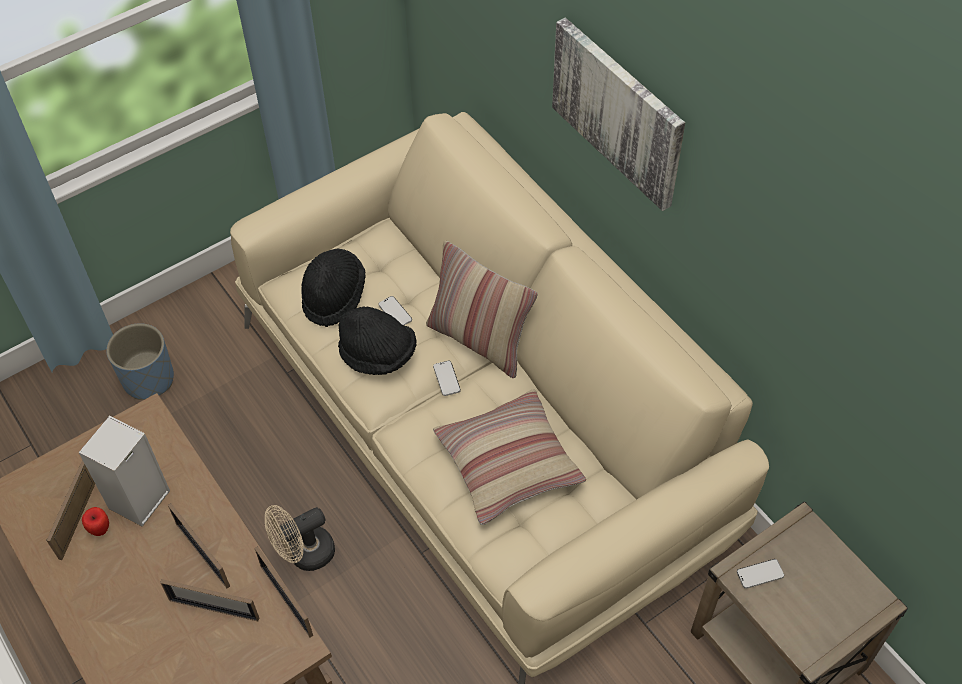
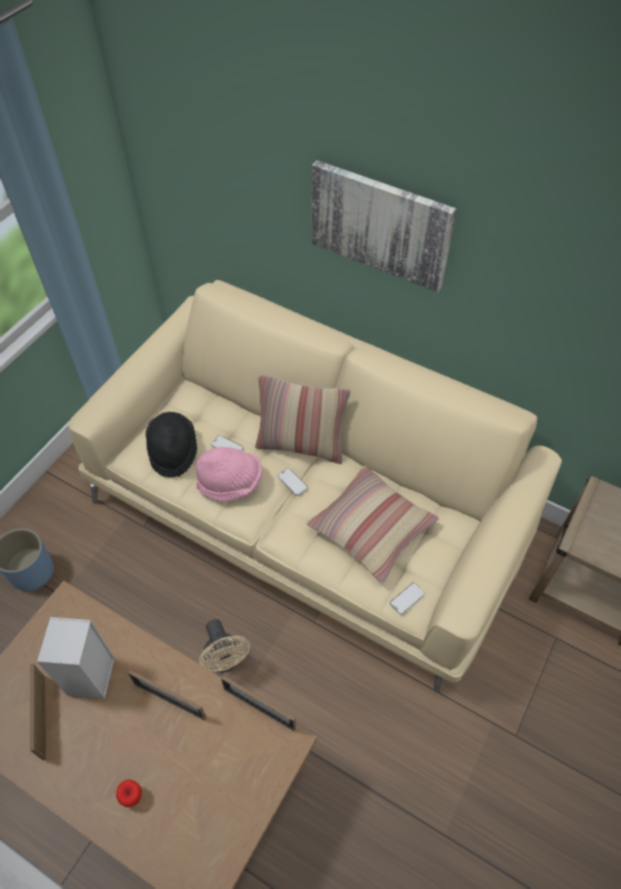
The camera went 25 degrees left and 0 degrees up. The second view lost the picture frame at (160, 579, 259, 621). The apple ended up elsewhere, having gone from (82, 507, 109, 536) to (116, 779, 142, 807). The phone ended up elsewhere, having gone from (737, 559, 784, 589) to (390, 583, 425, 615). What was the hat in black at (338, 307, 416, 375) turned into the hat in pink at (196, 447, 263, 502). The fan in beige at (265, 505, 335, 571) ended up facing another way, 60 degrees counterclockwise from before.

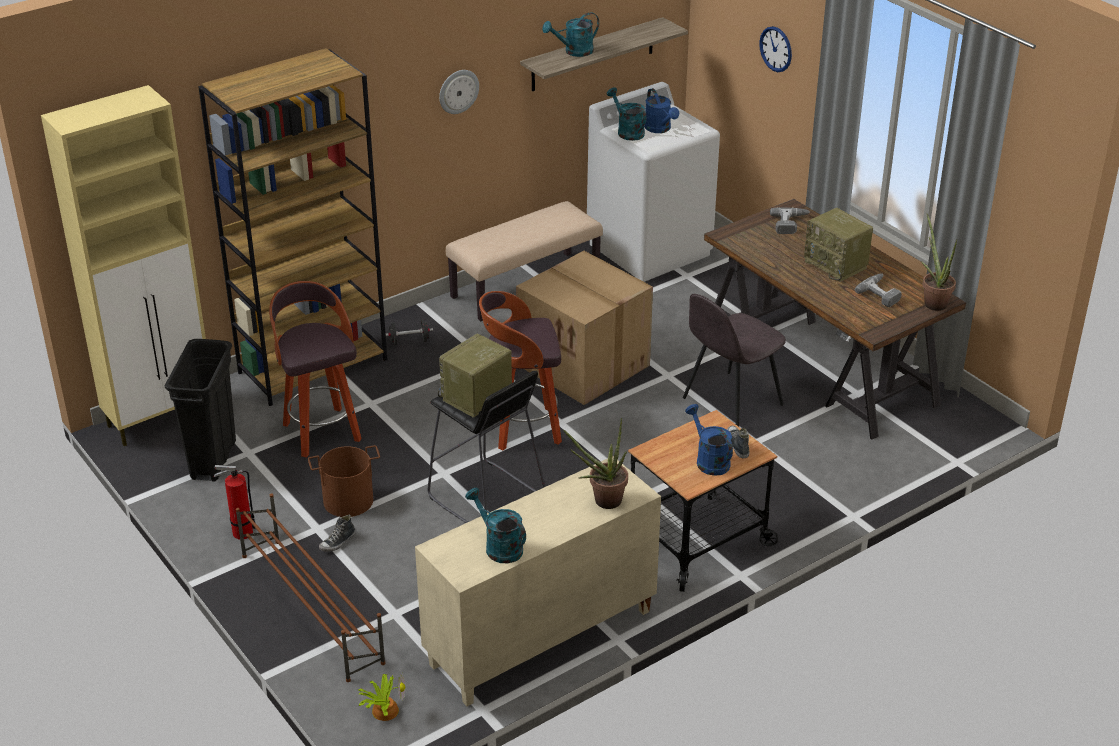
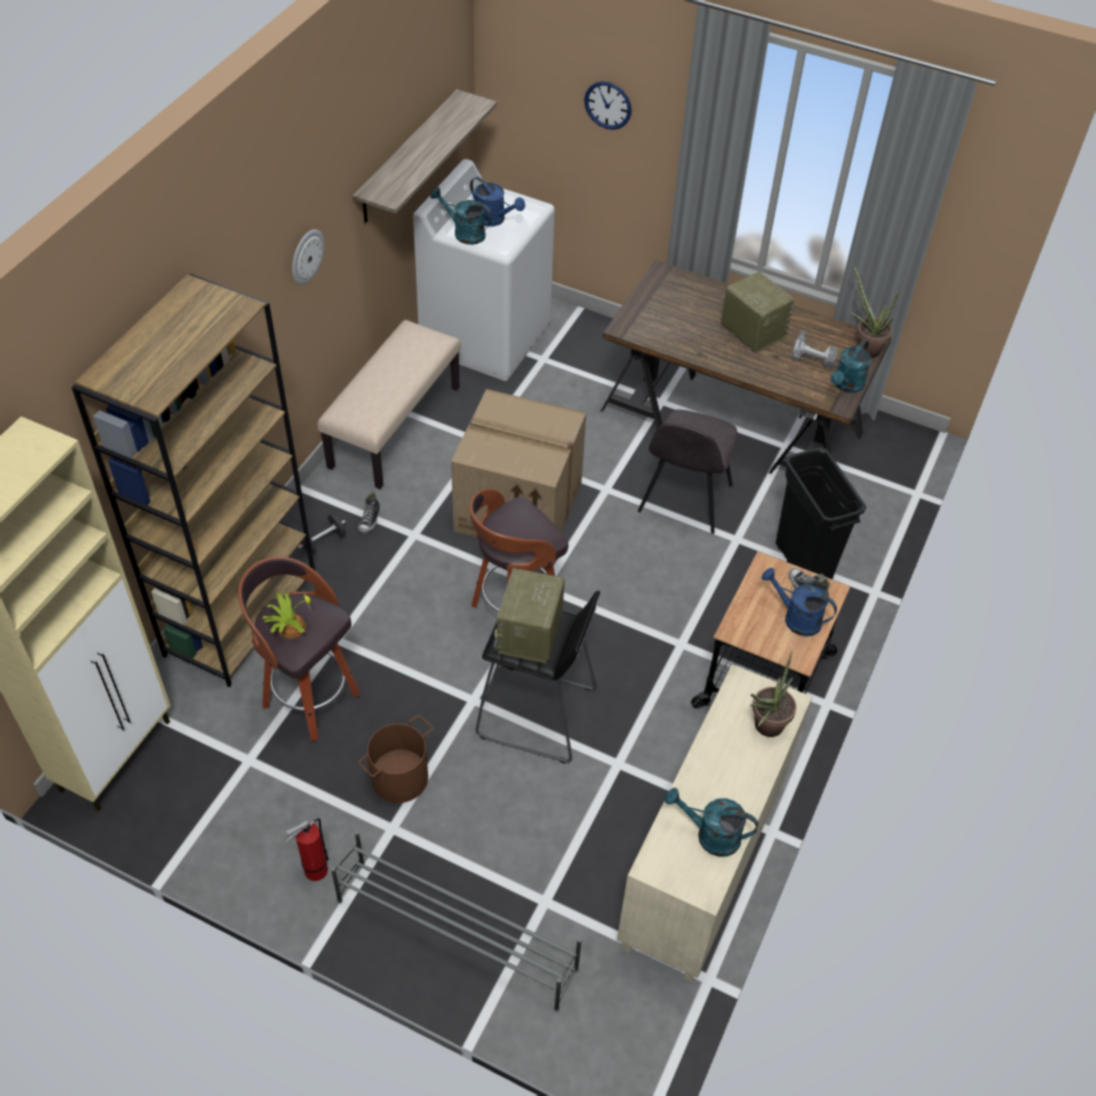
The camera went 30 degrees left and 15 degrees up. The second view lost the power drill at (770, 207, 810, 234). The trash can in black ended up elsewhere, having gone from (165, 339, 236, 482) to (776, 447, 866, 579). The shoe ended up elsewhere, having gone from (319, 515, 355, 552) to (358, 492, 380, 533). The potted plant ended up elsewhere, having gone from (358, 673, 406, 721) to (262, 590, 312, 638). The watering can in turquoise ended up elsewhere, having gone from (542, 12, 599, 57) to (830, 339, 871, 393). What was the shoe rack in brown at (236, 494, 386, 682) turned into the shoe rack in grey at (331, 830, 582, 1012). The radio at (804, 208, 873, 282) ended up facing another way, 150 degrees counterclockwise from before.

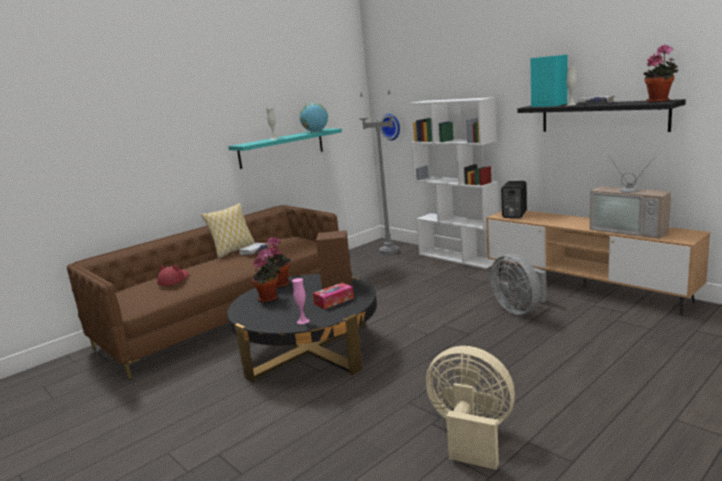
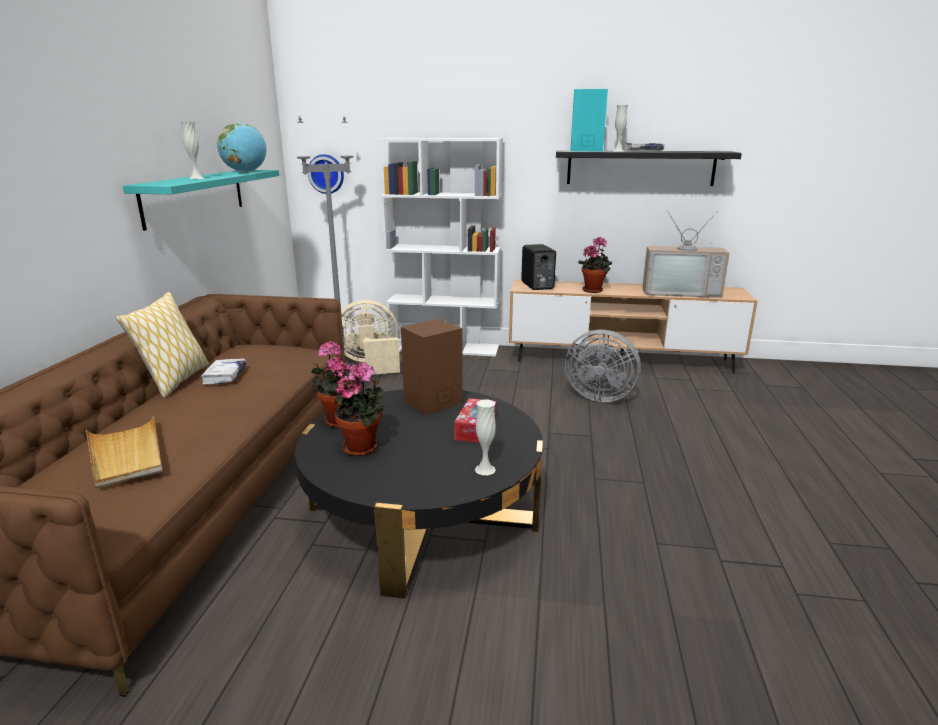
The camera went 40 degrees left and 5 degrees up. The fan in beige ended up elsewhere, having gone from (426, 346, 515, 470) to (341, 300, 400, 375). The potted plant ended up elsewhere, having gone from (643, 45, 678, 103) to (578, 237, 612, 293). Where the hat in red stood at (157, 264, 189, 286), the tray in beige came to stand at (86, 416, 163, 488). What was the vase in pink at (292, 278, 309, 324) turned into the vase in white at (475, 399, 496, 475).

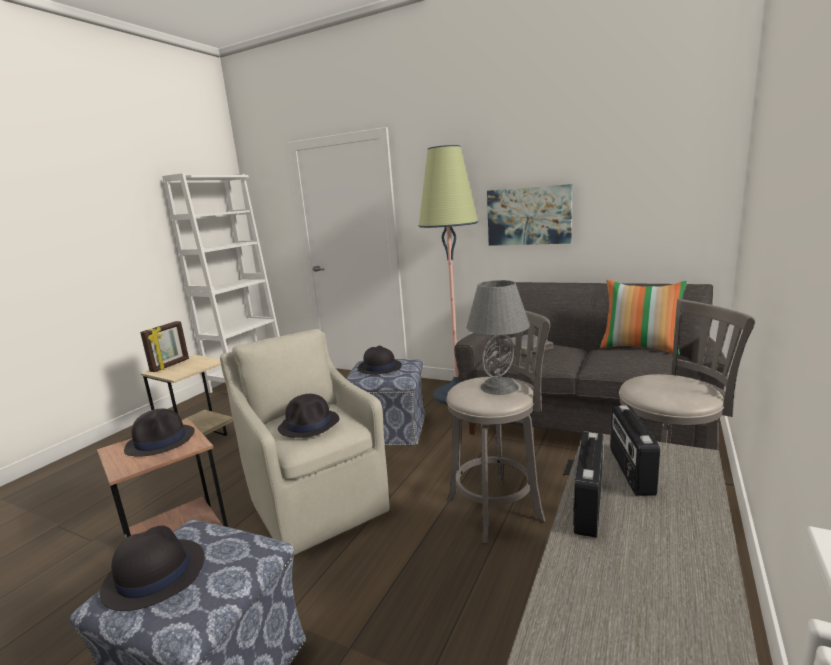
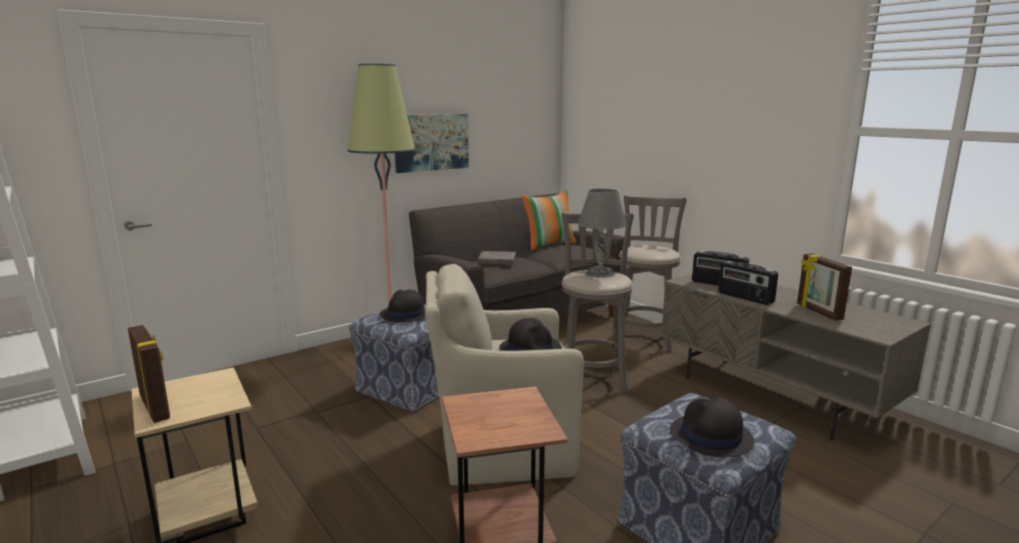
The camera went 65 degrees left and 0 degrees up. The second view lost the hat in black at (124, 409, 195, 457). The second view gained the picture frame at (797, 253, 852, 321).

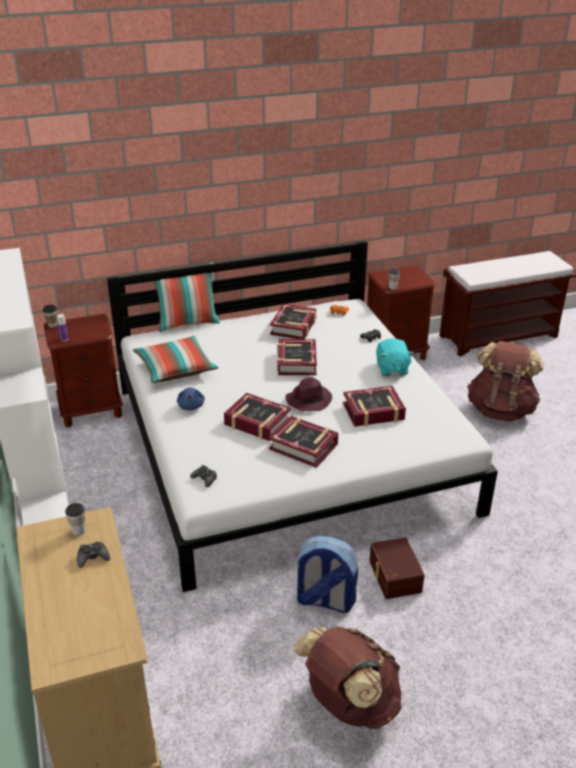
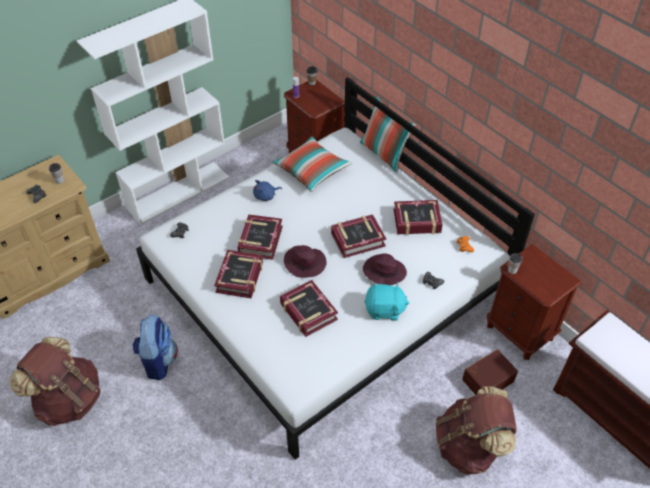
The camera went 70 degrees right and 15 degrees up. The second view gained the hat in purple at (363, 253, 407, 285). The storage box in brown ended up elsewhere, having gone from (369, 537, 425, 599) to (462, 349, 518, 395). The plush toy in turquoise at (376, 338, 414, 376) ended up facing another way, 150 degrees counterclockwise from before.

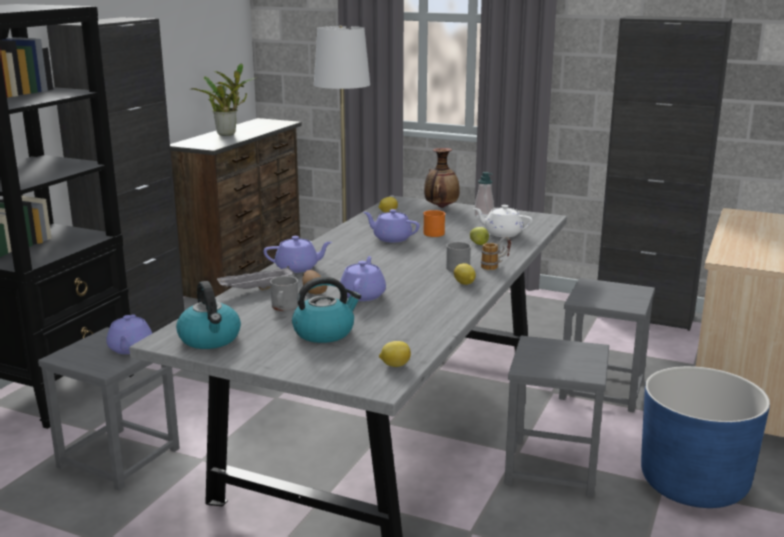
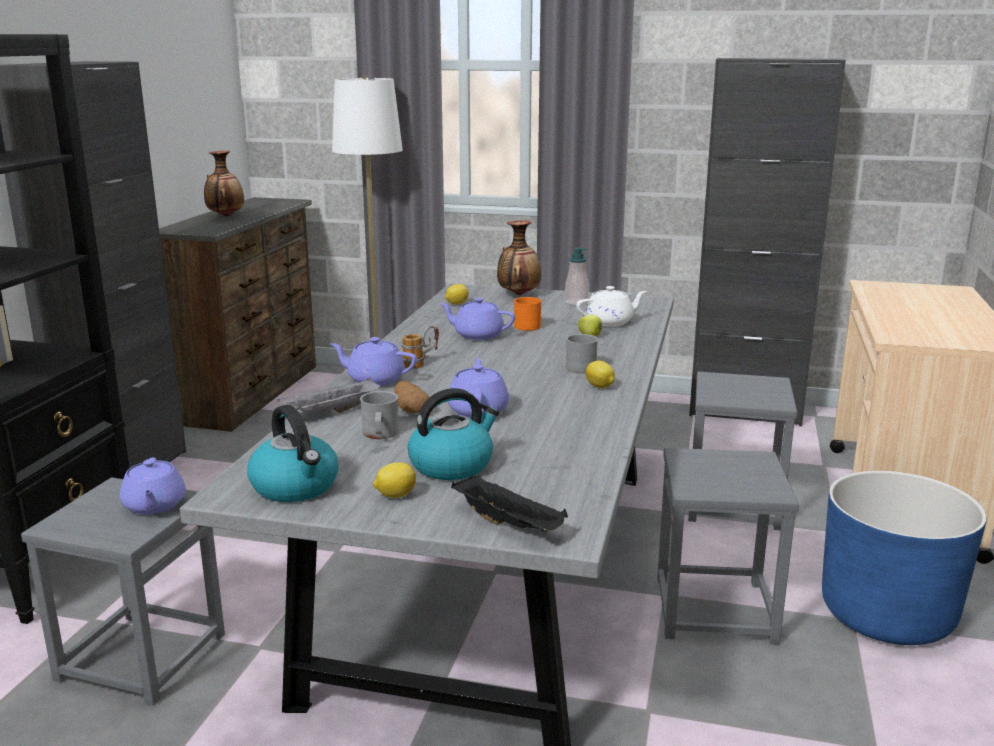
The camera went 10 degrees left and 0 degrees up. The second view gained the tray in black at (451, 476, 568, 532). The lemon ended up elsewhere, having gone from (379, 341, 411, 367) to (373, 462, 416, 498). The mug ended up elsewhere, having gone from (481, 237, 511, 270) to (402, 325, 439, 369). Where the potted plant stood at (191, 63, 257, 136), the vase came to stand at (204, 151, 244, 216). The teapot in purple at (264, 236, 332, 273) ended up facing another way, 150 degrees counterclockwise from before. The teapot in white at (474, 205, 533, 237) ended up facing another way, 150 degrees clockwise from before.

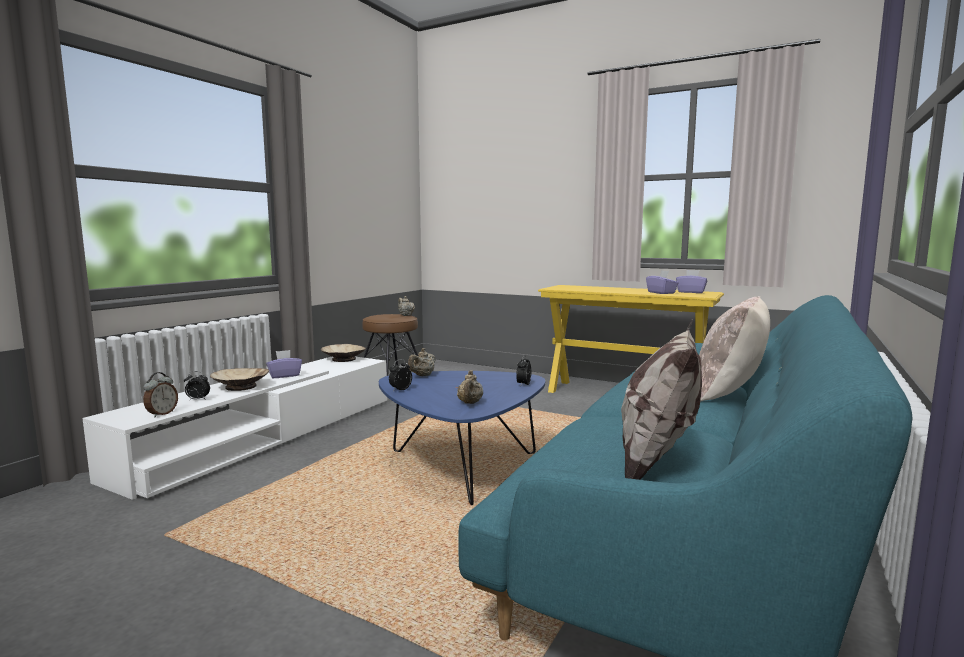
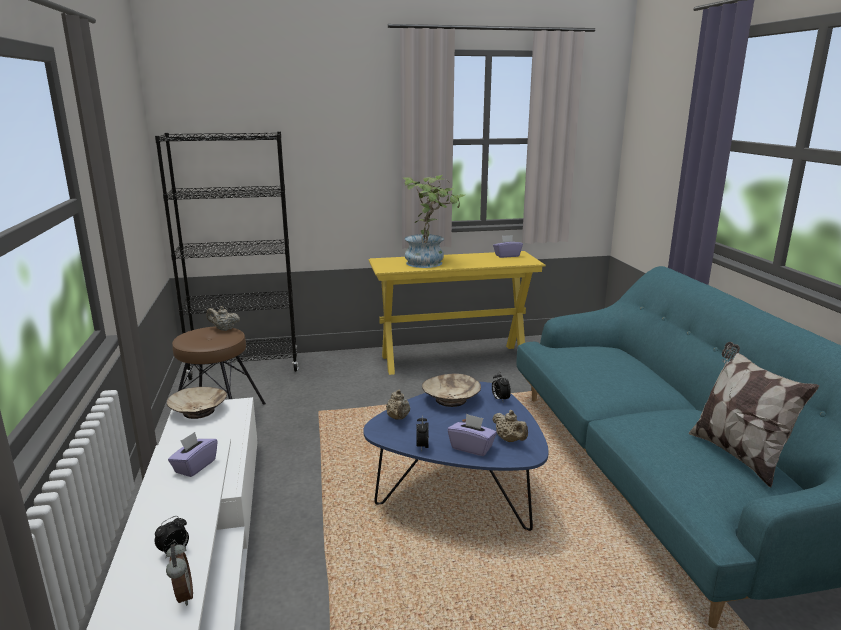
The camera went 40 degrees left and 10 degrees up. The second view lost the pillow in beige at (699, 296, 770, 402). The second view gained the bookcase in black at (155, 132, 298, 380). The second view gained the potted plant at (403, 175, 465, 268). The bowl in beige ended up elsewhere, having gone from (210, 368, 269, 391) to (422, 374, 481, 407). The tissue box in purple ended up elsewhere, having gone from (646, 270, 679, 294) to (448, 414, 497, 456).

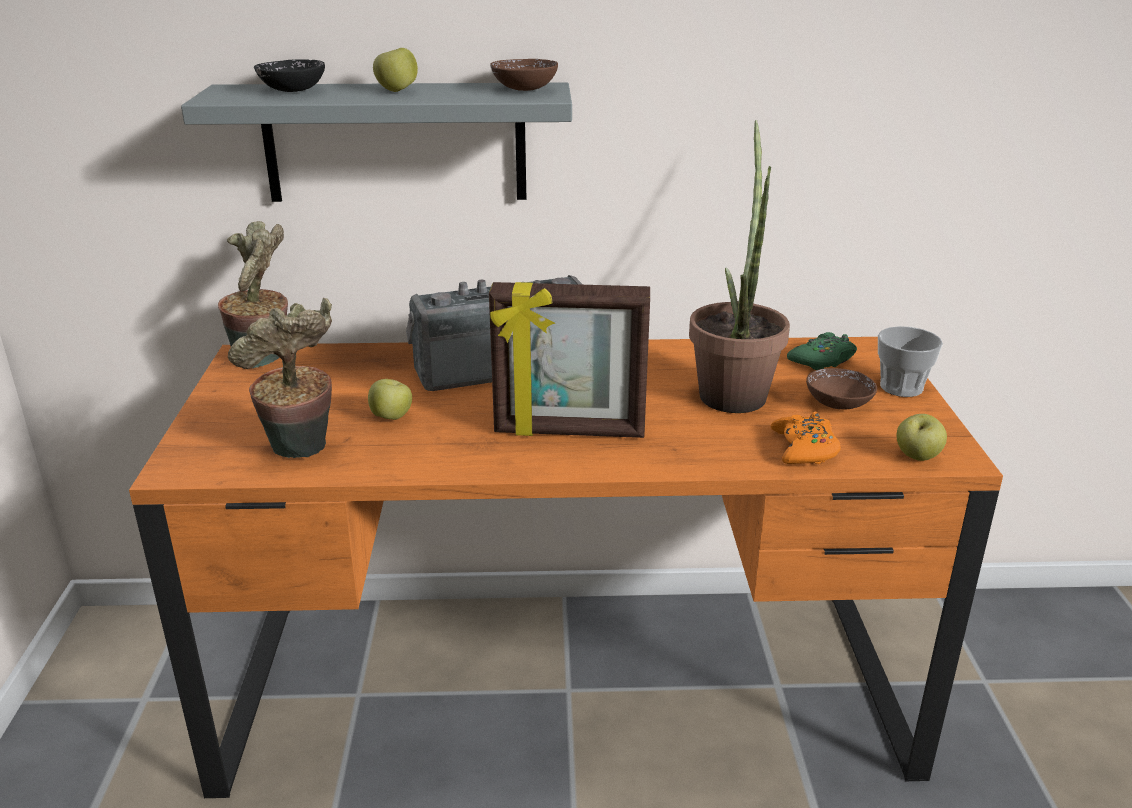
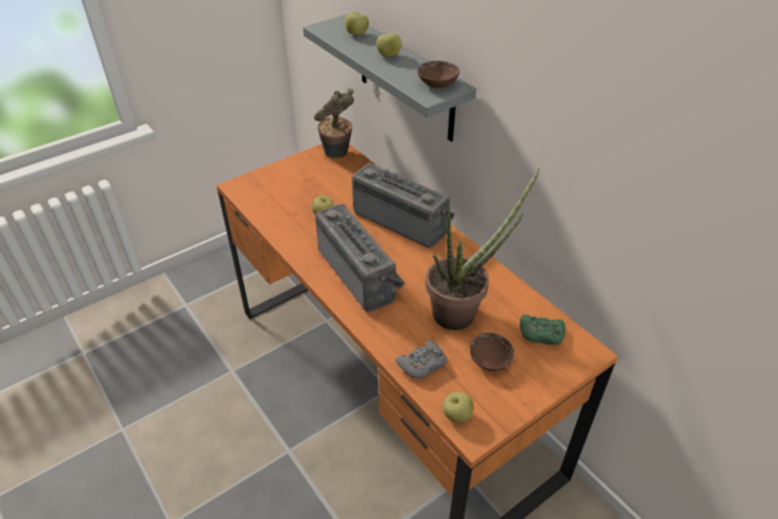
The camera went 55 degrees right and 15 degrees up. The second view lost the potted plant at (228, 298, 332, 458). The second view lost the cup at (878, 326, 943, 397). Where the bowl in black stood at (254, 60, 325, 92), the apple came to stand at (345, 12, 369, 36). Where the picture frame stood at (489, 282, 650, 438), the radio came to stand at (315, 204, 405, 312). What was the game controller in orange at (771, 412, 841, 464) turned into the game controller in grey at (396, 340, 447, 379).

